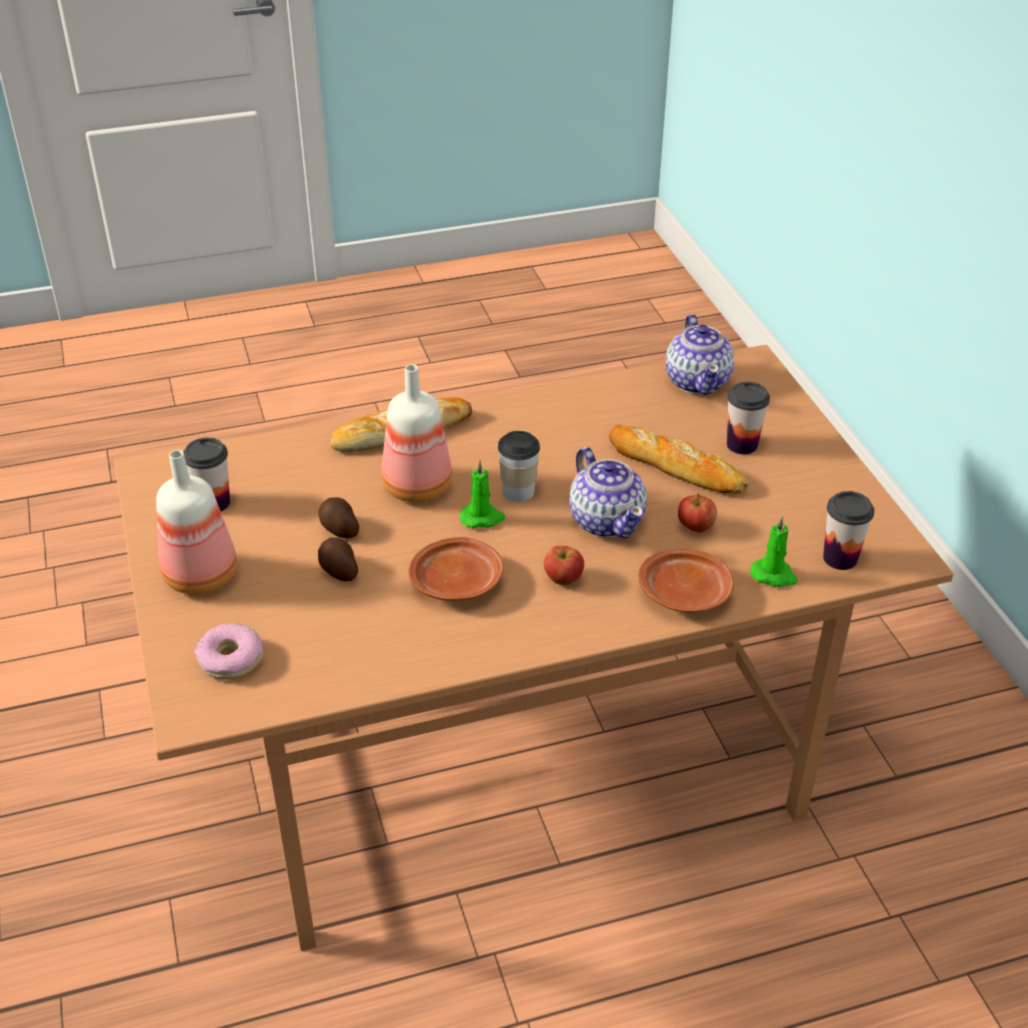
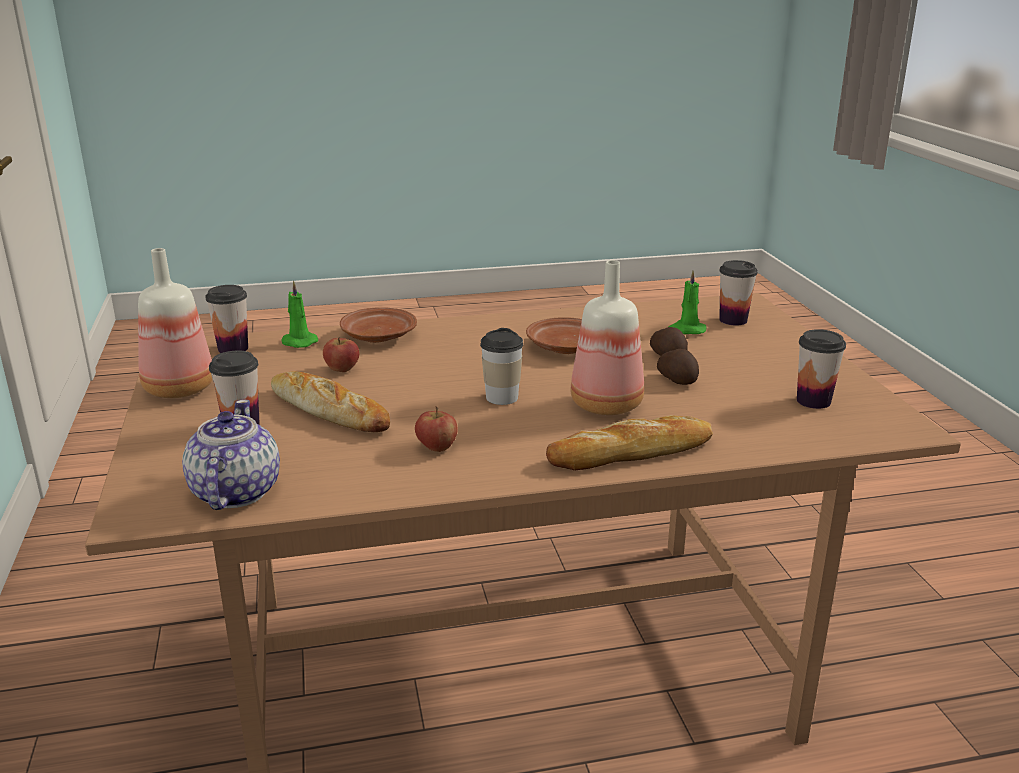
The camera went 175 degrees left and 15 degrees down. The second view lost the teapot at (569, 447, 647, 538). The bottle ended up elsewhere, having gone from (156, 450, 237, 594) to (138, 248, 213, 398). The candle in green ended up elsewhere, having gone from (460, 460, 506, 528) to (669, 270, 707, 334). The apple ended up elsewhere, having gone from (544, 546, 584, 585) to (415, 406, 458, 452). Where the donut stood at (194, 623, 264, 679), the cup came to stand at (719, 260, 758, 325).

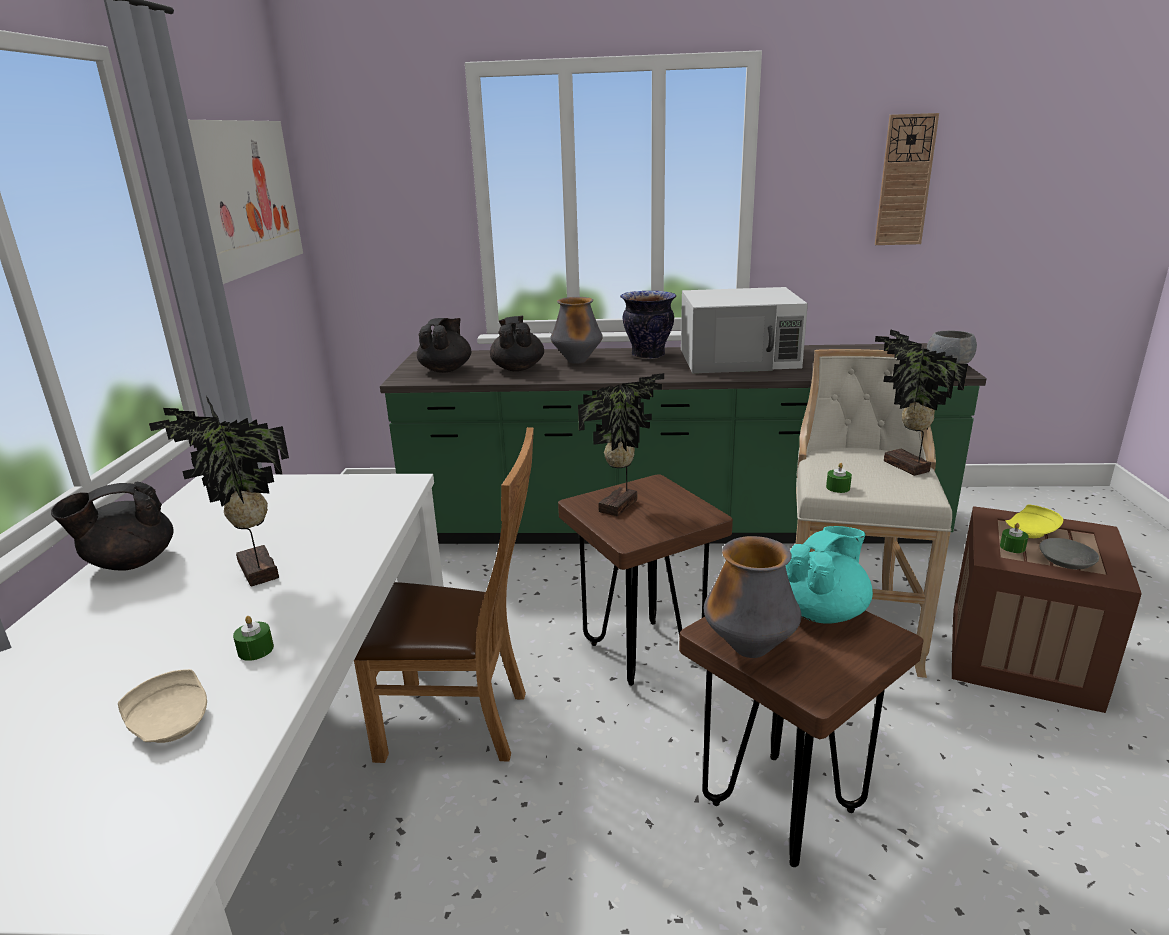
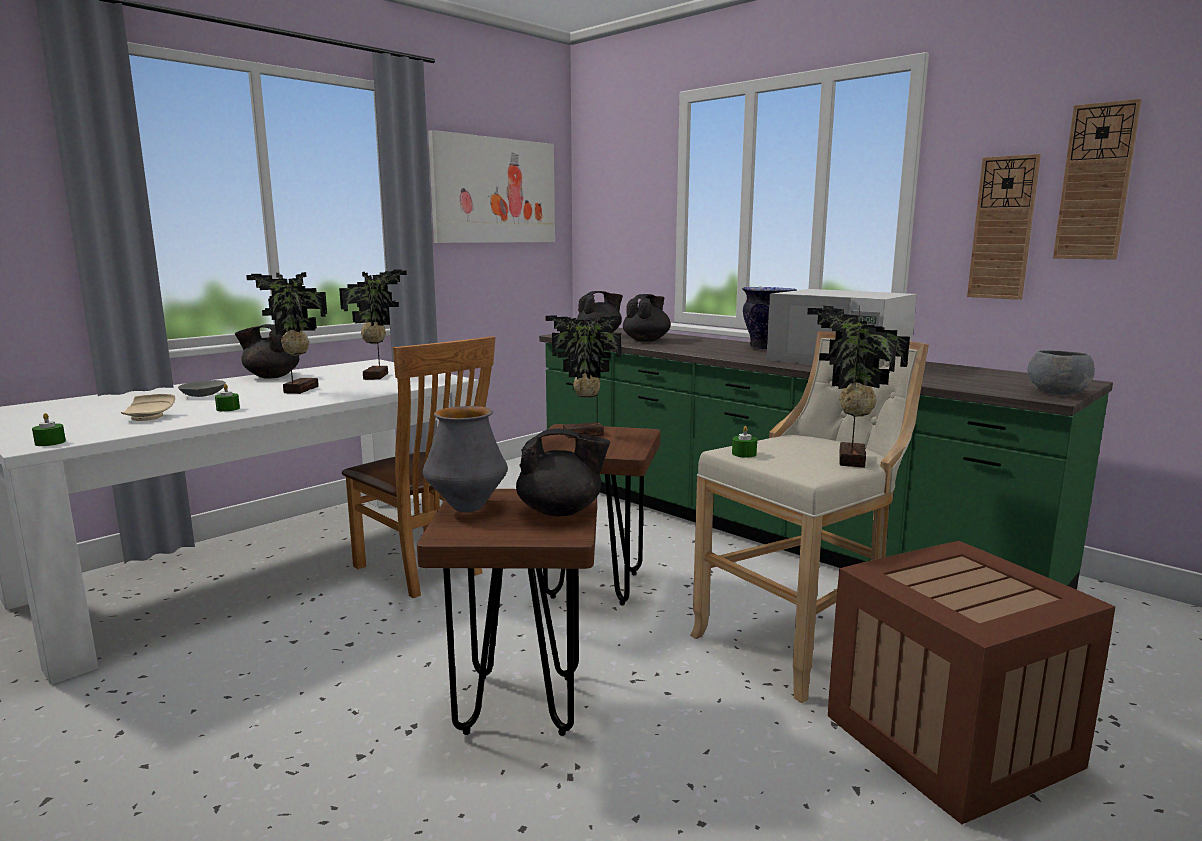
The camera went 40 degrees right and 10 degrees down. The second view lost the vase at (551, 297, 603, 364). The second view lost the plate in yellow at (1006, 504, 1063, 538). The second view gained the potted plant at (339, 269, 407, 380). The second view gained the wall clock at (967, 154, 1041, 300). The candle in green ended up elsewhere, having gone from (1000, 523, 1029, 553) to (32, 413, 66, 446). The bowl in grey ended up elsewhere, having gone from (1039, 538, 1099, 569) to (178, 380, 226, 397). What was the teapot in turquoise at (786, 526, 873, 624) turned into the teapot in black at (516, 428, 610, 516).

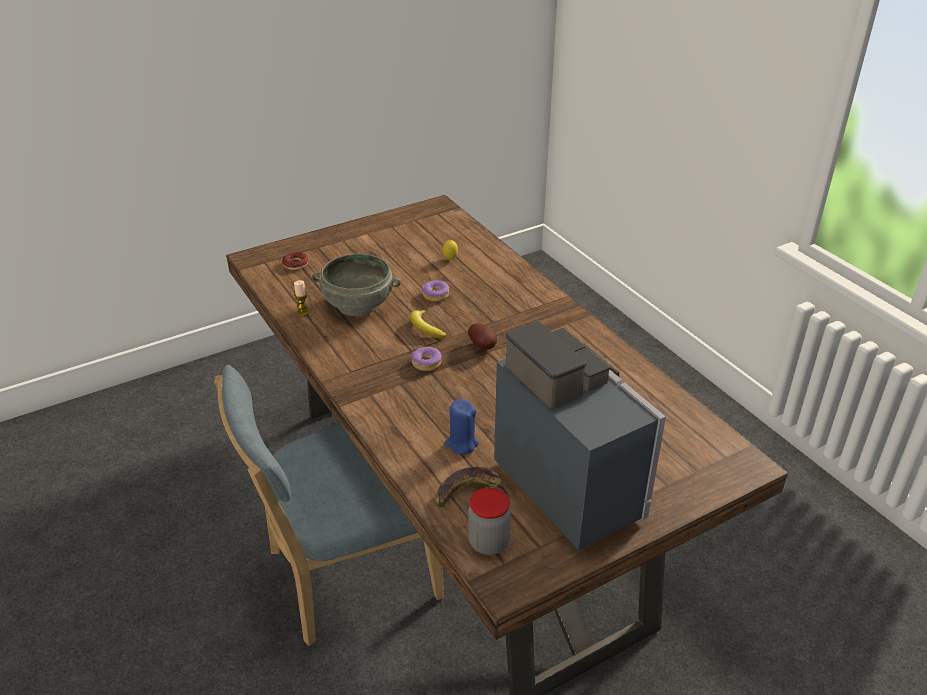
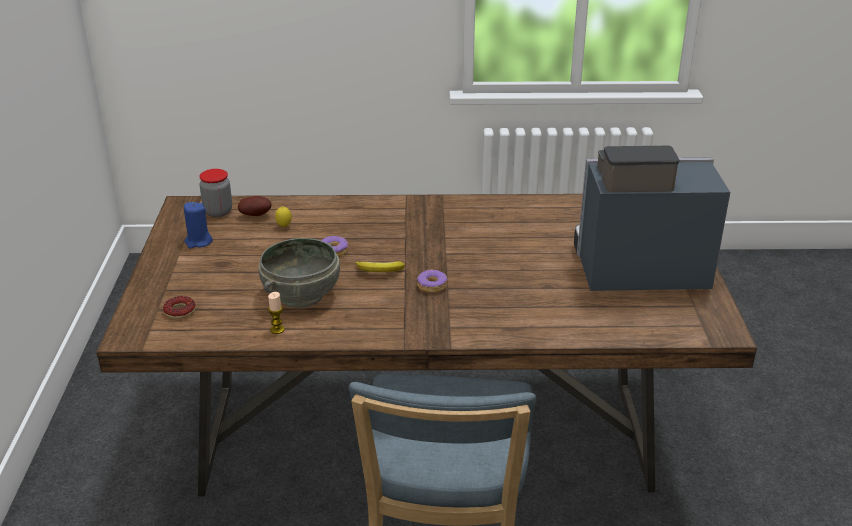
The camera went 60 degrees left and 5 degrees down. The second view lost the banana at (436, 467, 510, 507). The candle in blue ended up elsewhere, having gone from (444, 399, 479, 455) to (184, 202, 213, 249). The potato ended up elsewhere, having gone from (468, 323, 497, 349) to (238, 196, 271, 216). The jar ended up elsewhere, having gone from (468, 488, 511, 555) to (199, 169, 232, 217).

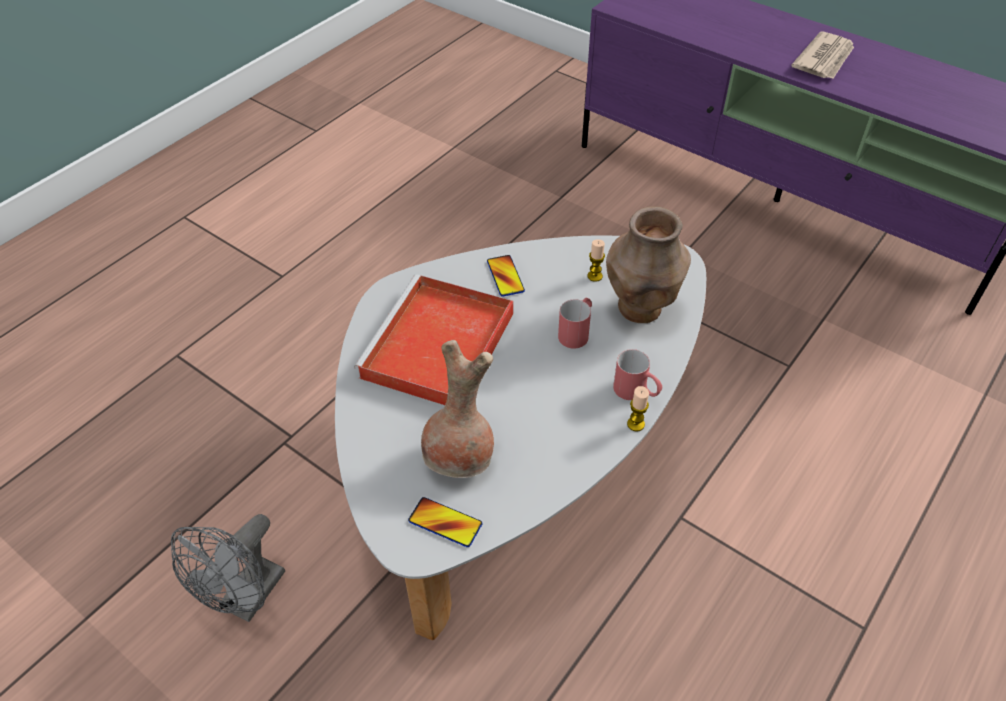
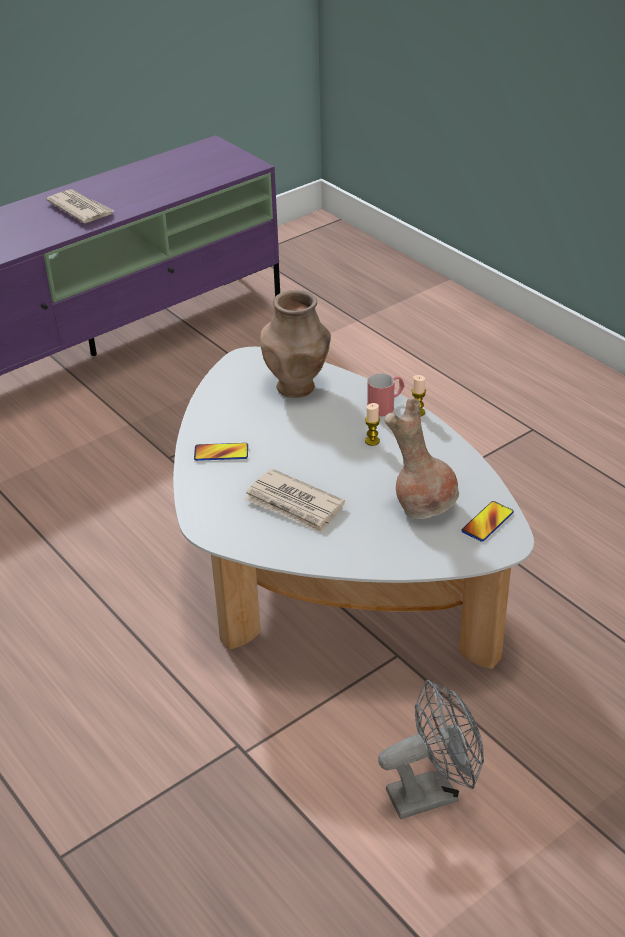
The camera went 75 degrees left and 10 degrees down. The second view lost the mug in red at (558, 298, 592, 349). The candle ended up elsewhere, having gone from (587, 239, 605, 282) to (365, 403, 380, 446). Where the tray in red stood at (354, 275, 514, 405), the newspaper came to stand at (245, 469, 345, 533). The fan in grey at (171, 514, 285, 622) ended up facing another way, 60 degrees counterclockwise from before.

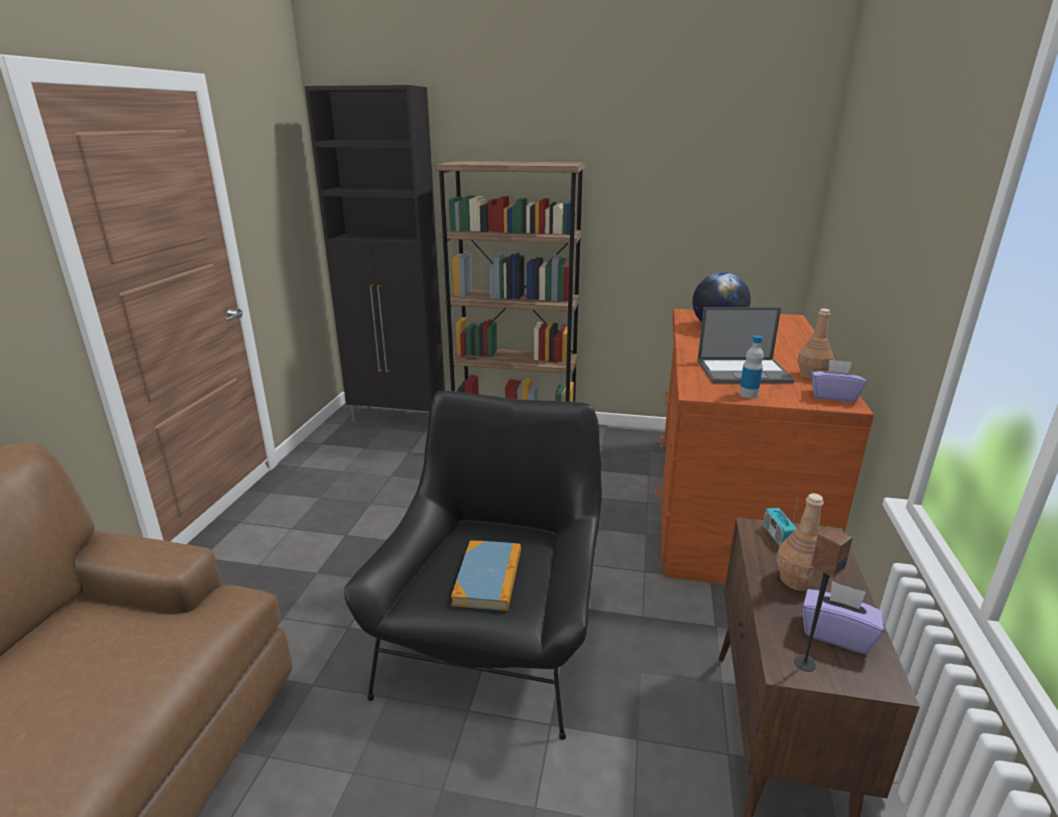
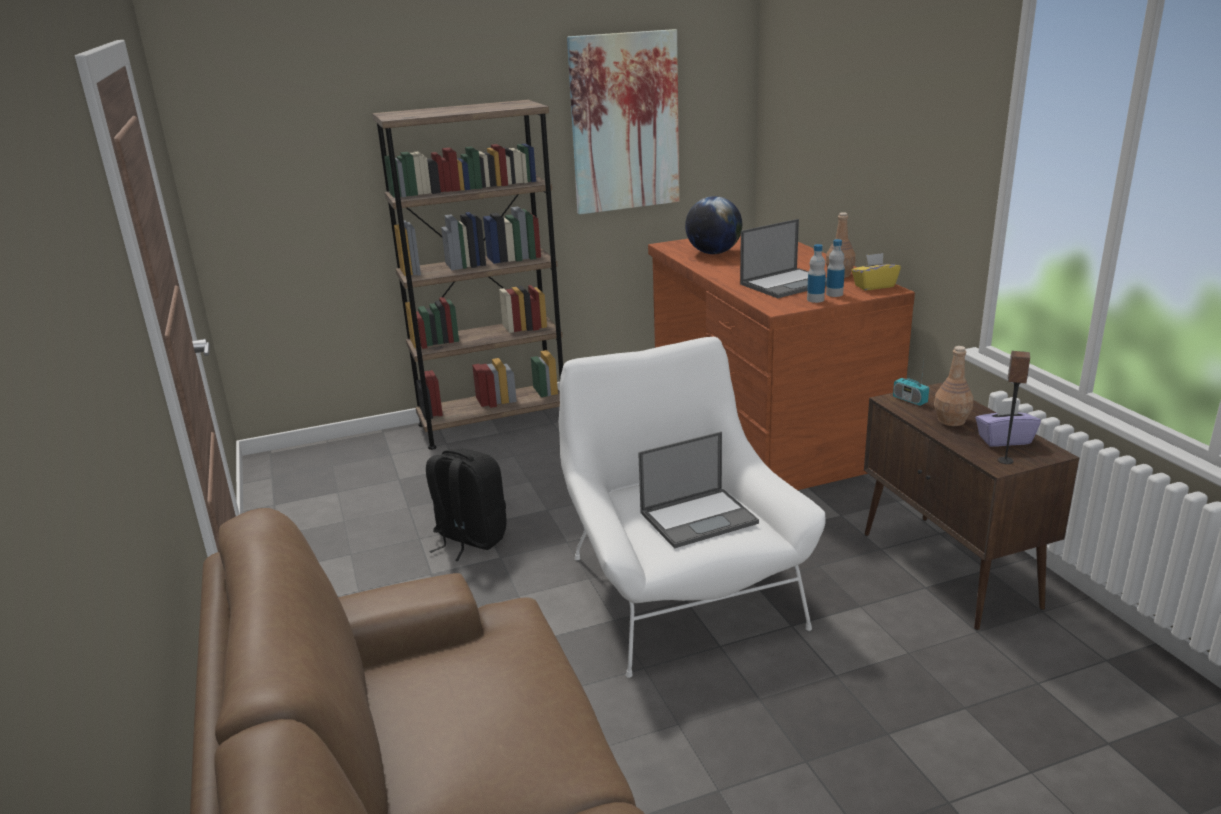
The camera went 30 degrees left and 0 degrees up. The second view lost the cabinet in black at (304, 85, 445, 422). The second view gained the backpack in black at (426, 448, 507, 561). The second view gained the picture at (567, 29, 680, 214). The second view gained the bottle at (826, 239, 845, 297). Where the book stood at (451, 540, 521, 611), the laptop came to stand at (638, 431, 759, 549). What was the armchair in black at (344, 391, 602, 740) turned into the armchair in white at (559, 337, 825, 678). What was the tissue box in purple at (811, 359, 867, 402) turned into the tissue box in yellow at (851, 253, 901, 290).

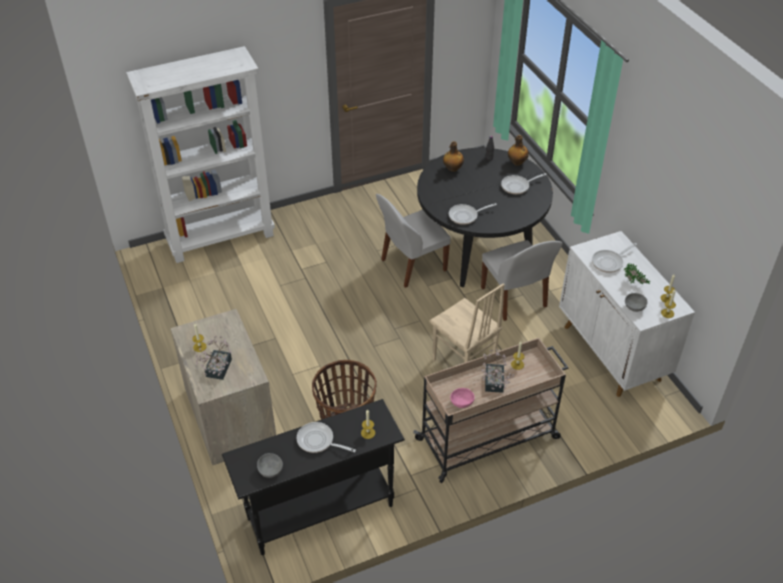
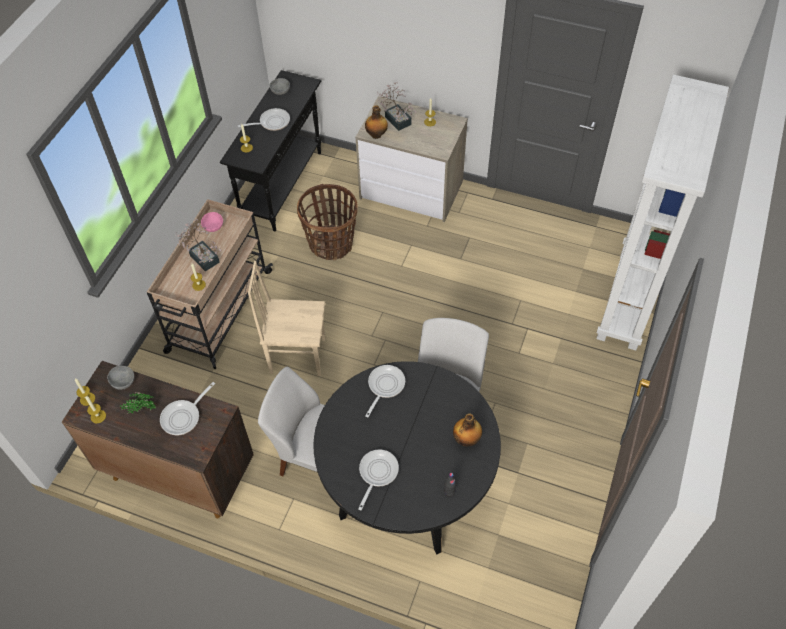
The camera went 135 degrees right and 10 degrees up. The bottle ended up elsewhere, having gone from (508, 135, 529, 166) to (365, 105, 388, 139). What was the cabinet in white at (559, 231, 695, 397) turned into the cabinet in brown at (62, 361, 254, 518). The frying pan at (592, 243, 637, 273) ended up facing another way, 150 degrees counterclockwise from before.

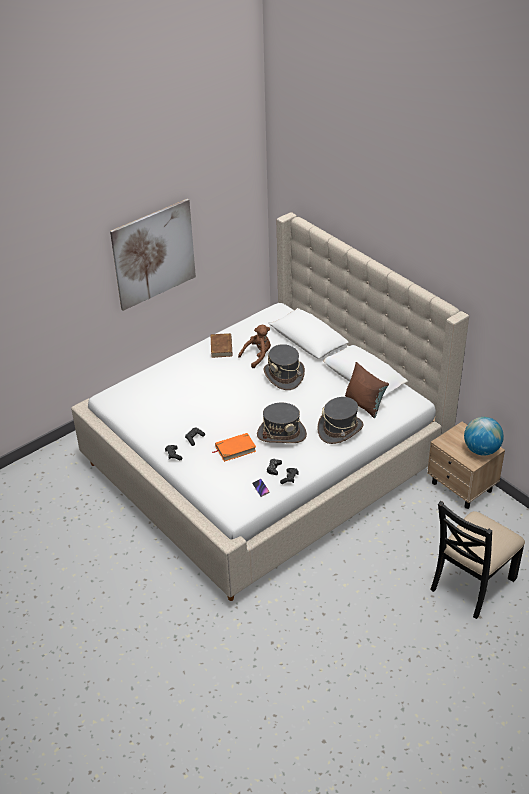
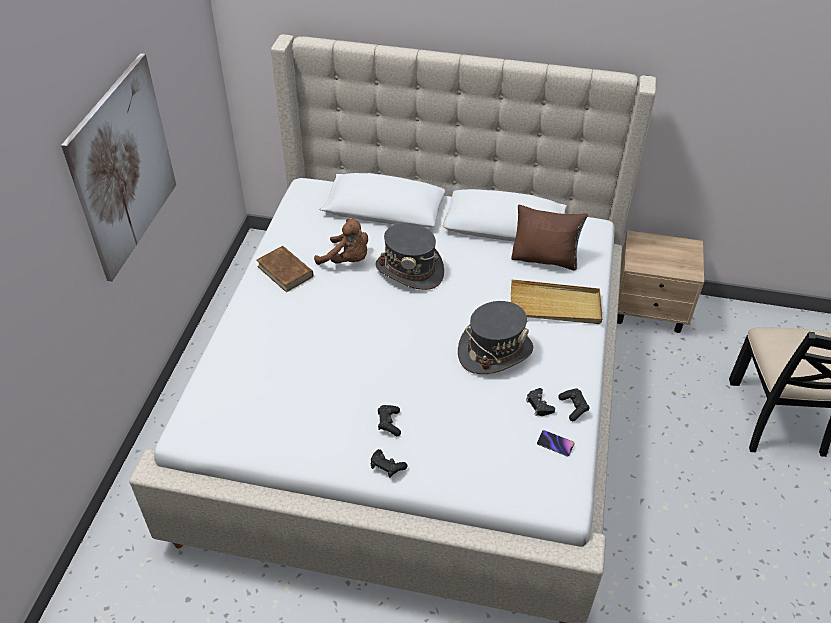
The camera went 40 degrees left and 5 degrees up. The second view lost the book in orange at (212, 433, 256, 462). The second view lost the globe at (464, 417, 504, 456). Where the hat in grey stood at (317, 397, 363, 444), the tray in beige came to stand at (511, 279, 602, 324). The plush toy in brown at (238, 325, 271, 368) ended up facing another way, 105 degrees clockwise from before.

